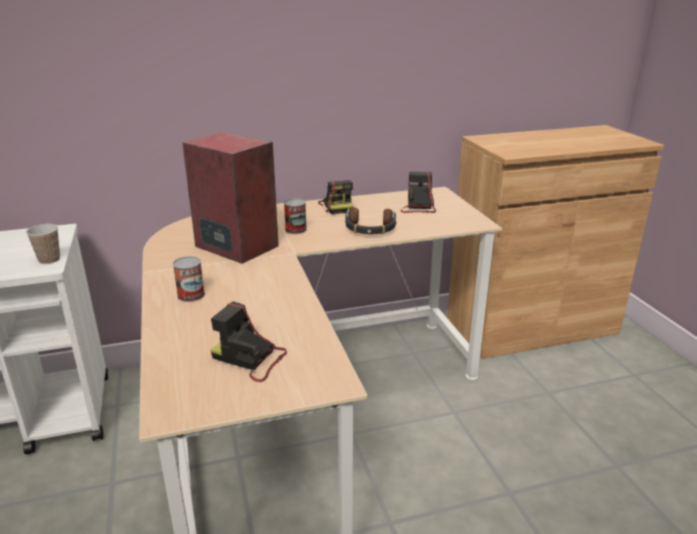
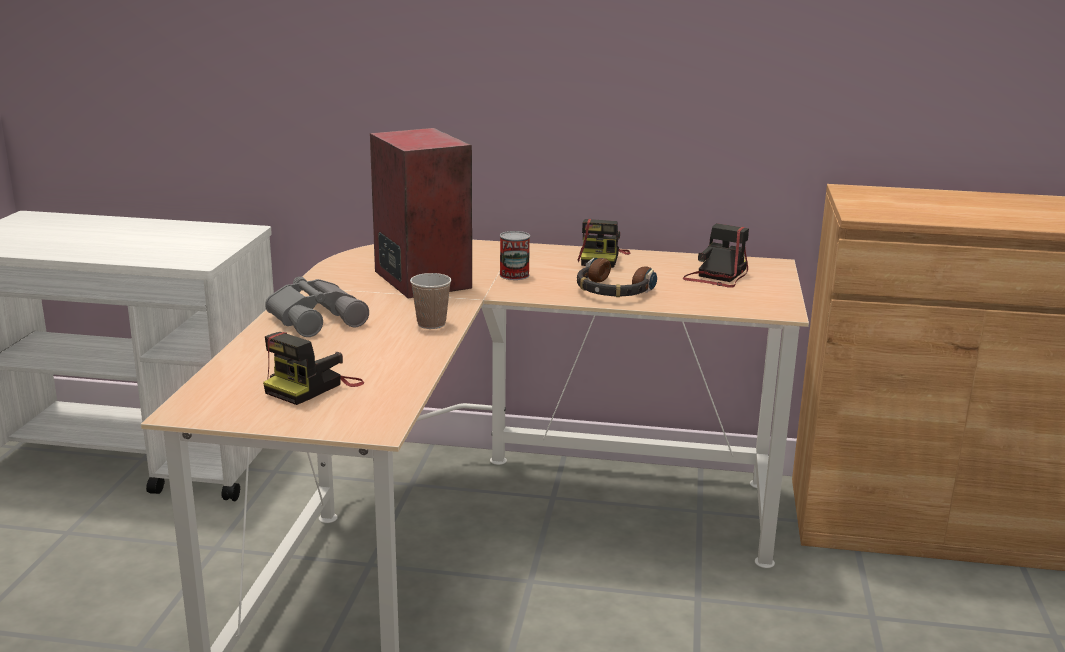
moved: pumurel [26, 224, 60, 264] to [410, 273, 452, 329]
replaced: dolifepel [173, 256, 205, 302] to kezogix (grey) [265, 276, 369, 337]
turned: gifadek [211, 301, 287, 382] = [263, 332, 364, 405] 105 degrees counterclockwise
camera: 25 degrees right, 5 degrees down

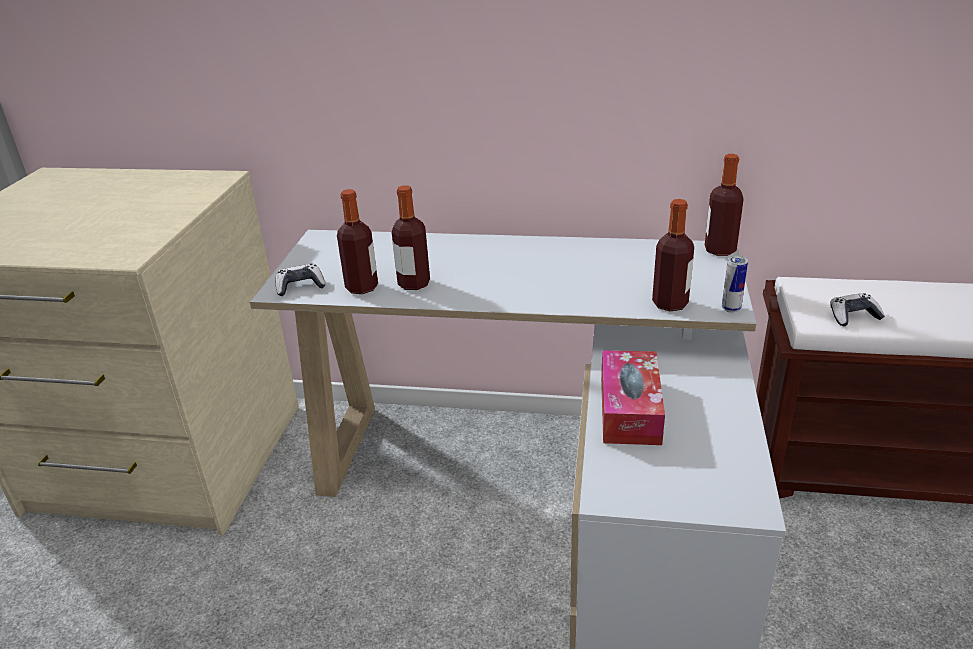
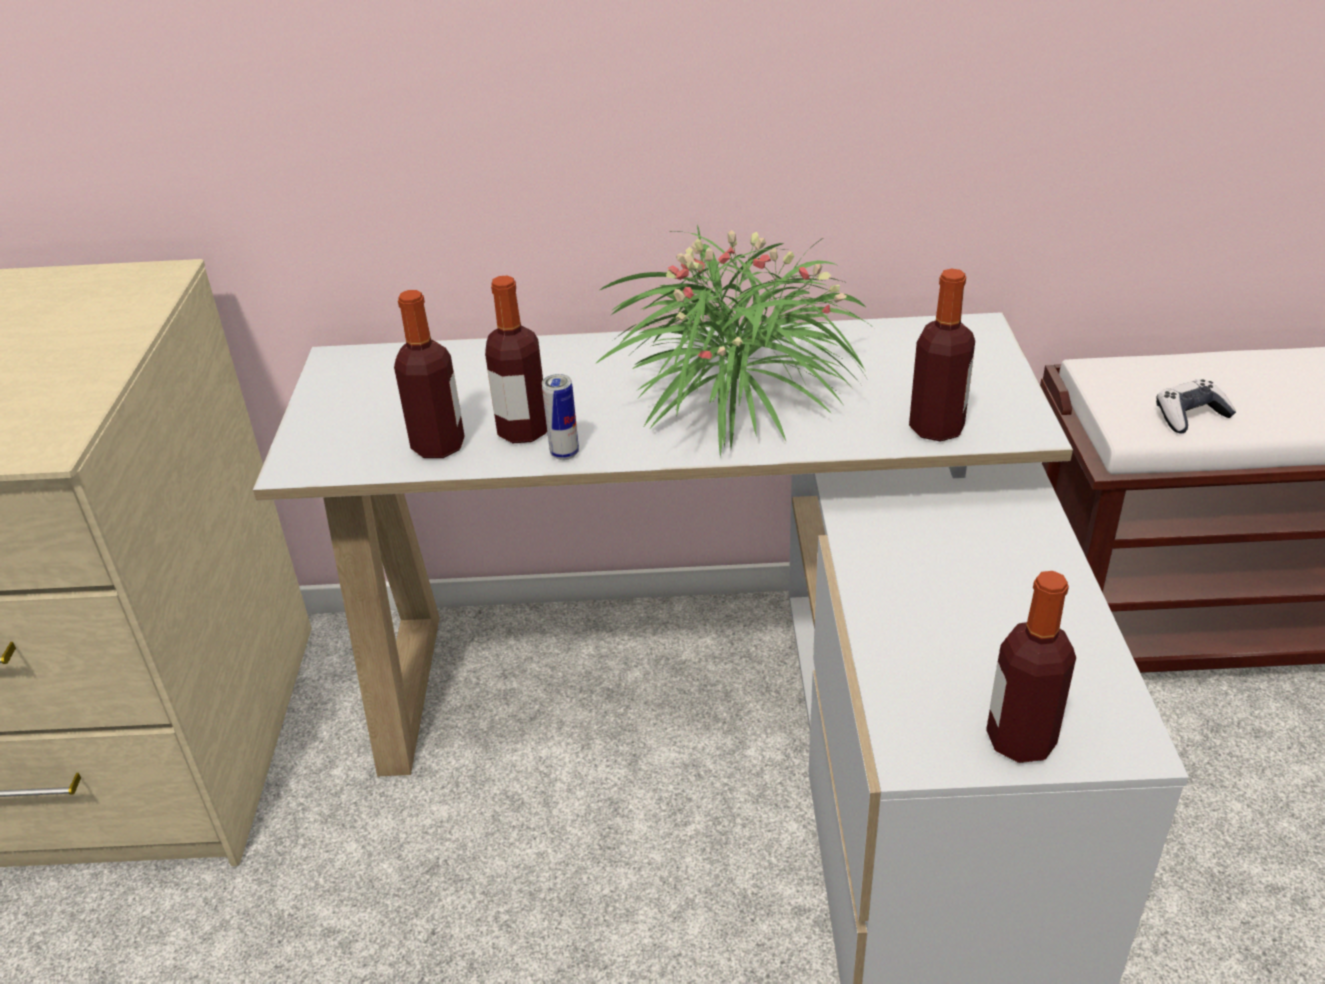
removed: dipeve [276, 264, 326, 296]; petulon [601, 350, 665, 445]
added: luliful [595, 225, 874, 458]
moved: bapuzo [705, 154, 744, 256] to [986, 571, 1076, 763]; dolifepel [722, 256, 748, 313] to [542, 374, 579, 460]
camera: 10 degrees left, 5 degrees up

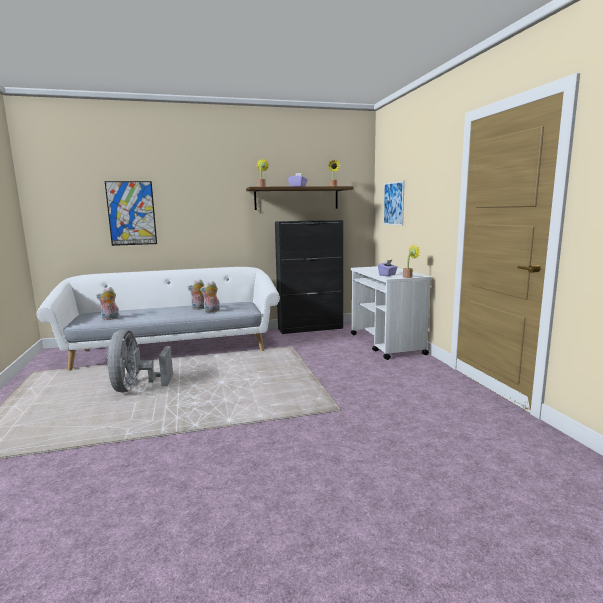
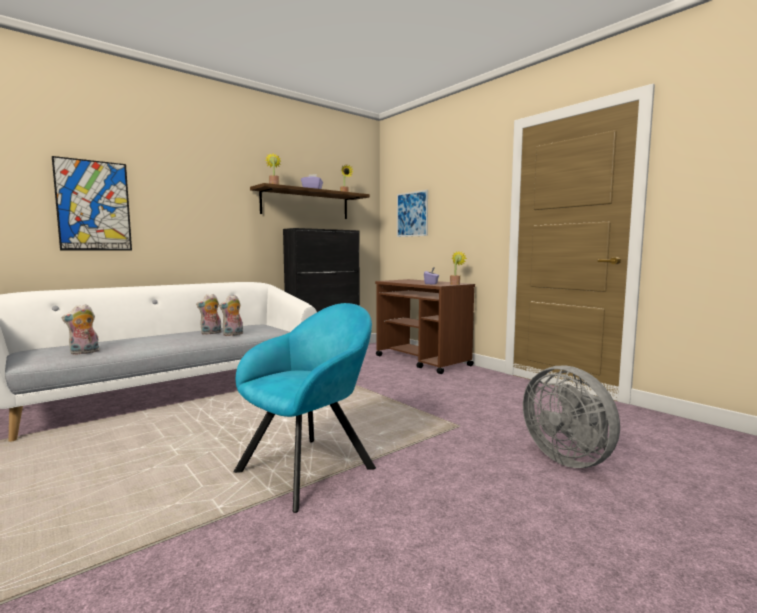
added: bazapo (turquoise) [234, 303, 376, 513]
moved: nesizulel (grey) [107, 329, 173, 392] to [523, 366, 620, 468]
recoloured: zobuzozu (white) [351, 266, 432, 360] to zobuzozu (brown) [375, 279, 475, 374]
camera: 25 degrees left, 5 degrees down

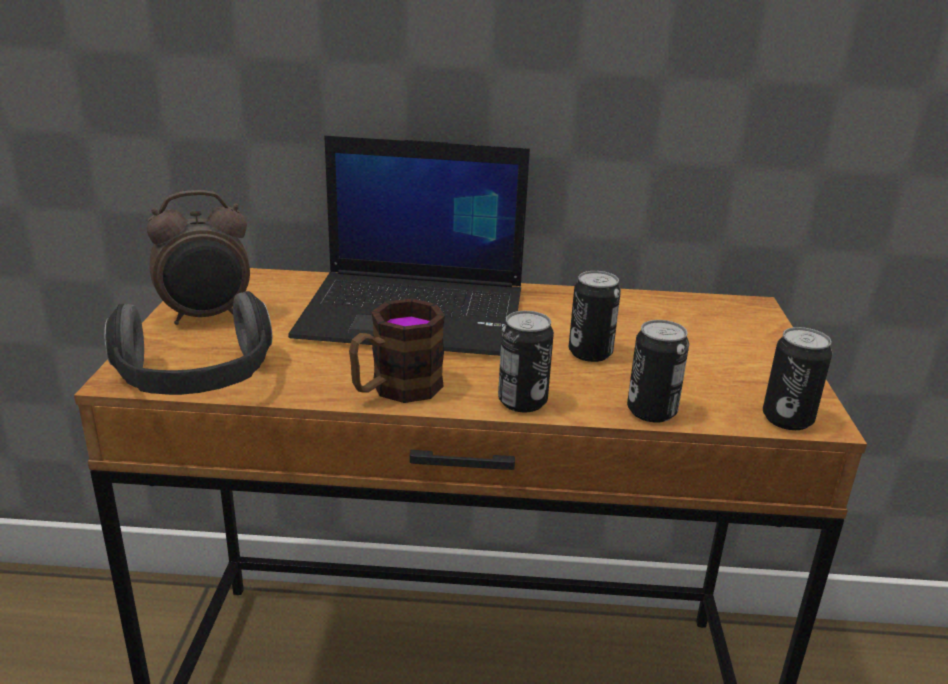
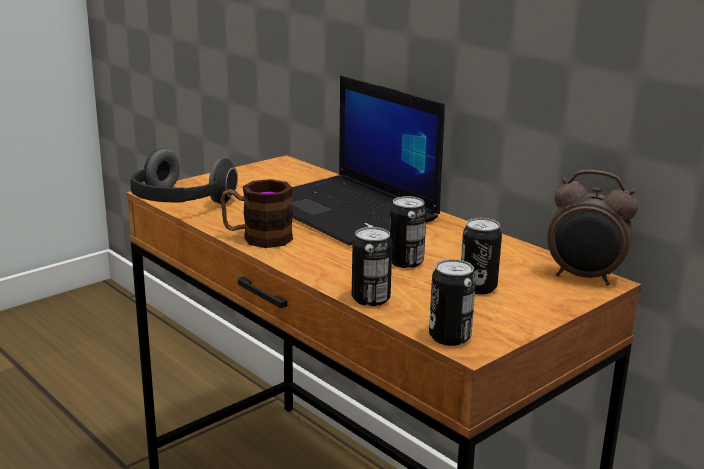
moved: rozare [147, 190, 250, 325] to [547, 170, 638, 285]; dolifepel [498, 311, 554, 412] to [461, 218, 502, 294]
camera: 45 degrees right, 5 degrees down

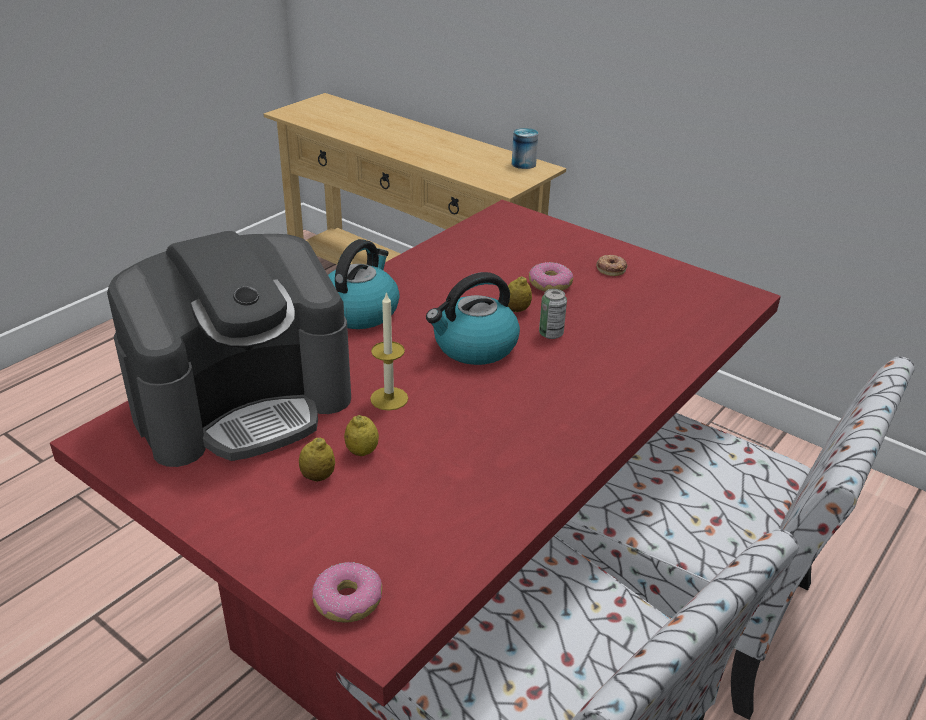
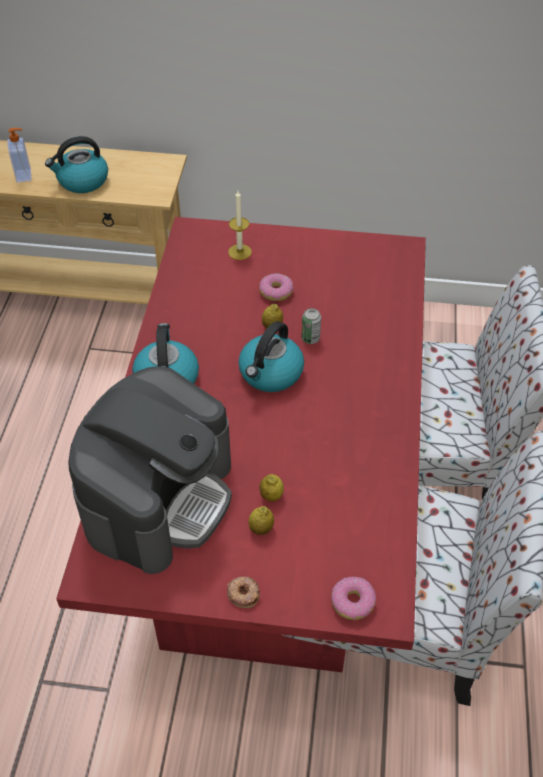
removed: dolifepel [512, 128, 538, 169]
added: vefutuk [7, 128, 31, 183]; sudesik [45, 136, 108, 193]
moved: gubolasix [596, 255, 628, 276] to [227, 576, 260, 608]; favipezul [370, 292, 408, 411] to [228, 191, 252, 260]
camera: 30 degrees left, 15 degrees up

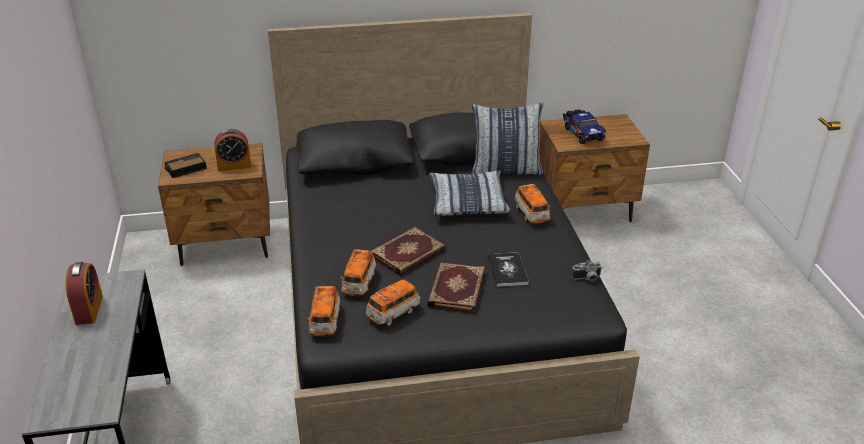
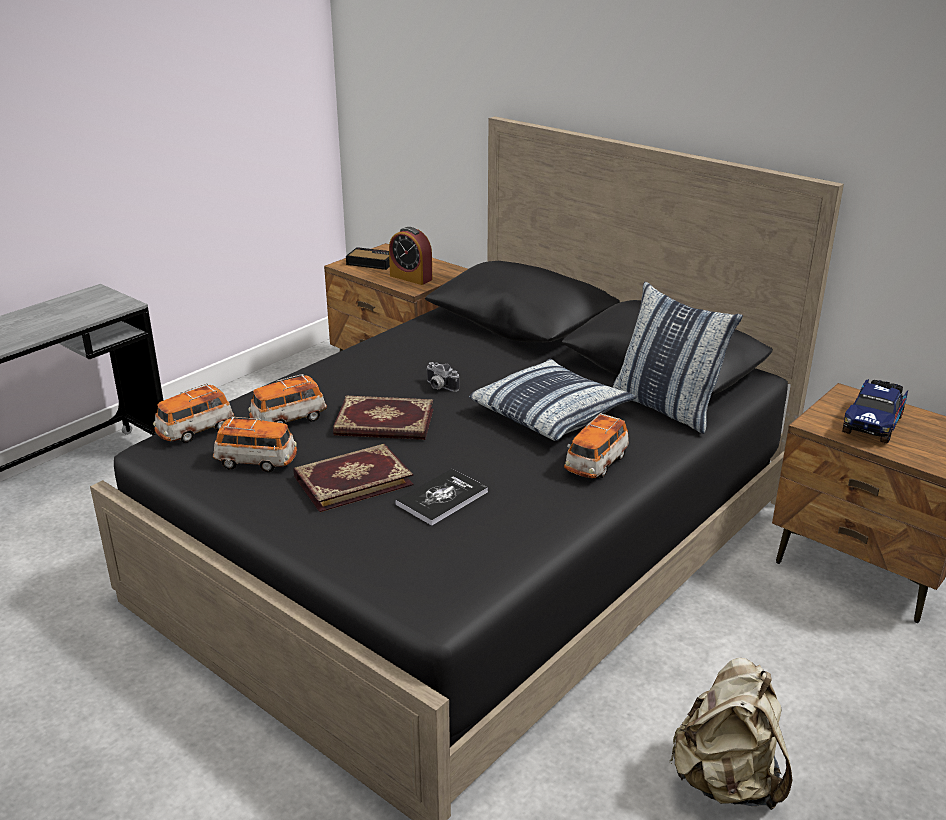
removed: rozare [66, 262, 103, 325]
added: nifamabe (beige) [670, 658, 792, 810]
moved: gifadek [572, 260, 602, 281] to [426, 362, 459, 392]
camera: 50 degrees right, 5 degrees down

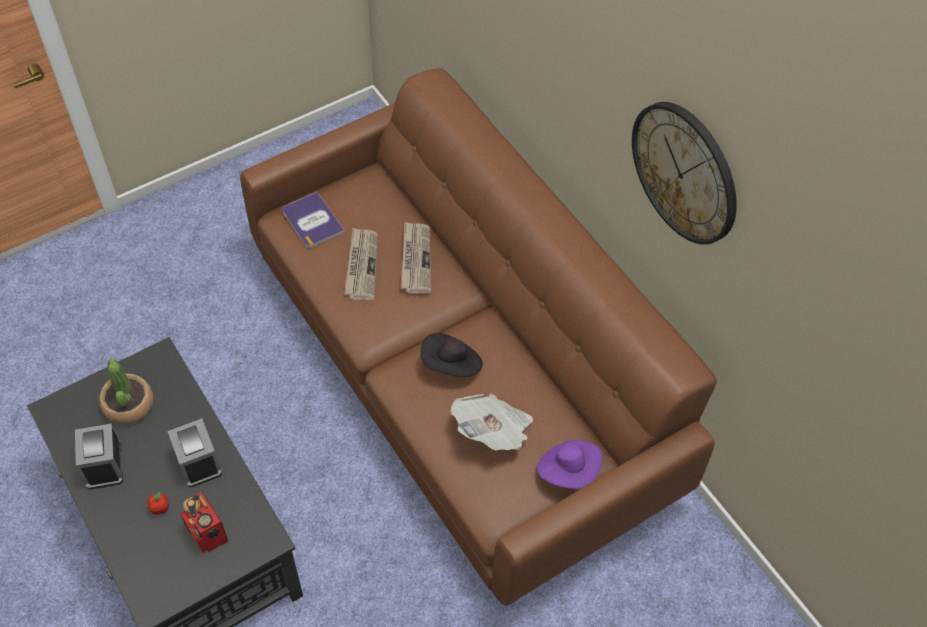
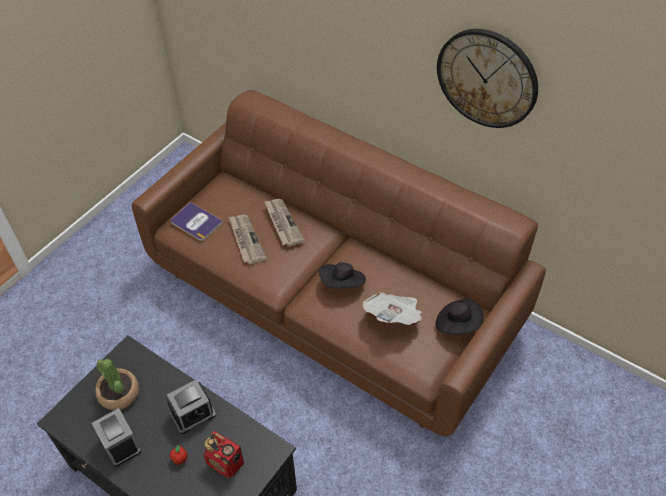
recoloured: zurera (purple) [537, 440, 603, 489] to zurera (black) [436, 299, 484, 334]
turned: rozare [167, 418, 222, 488] = [166, 380, 216, 434] 75 degrees counterclockwise
camera: 20 degrees left, 5 degrees down

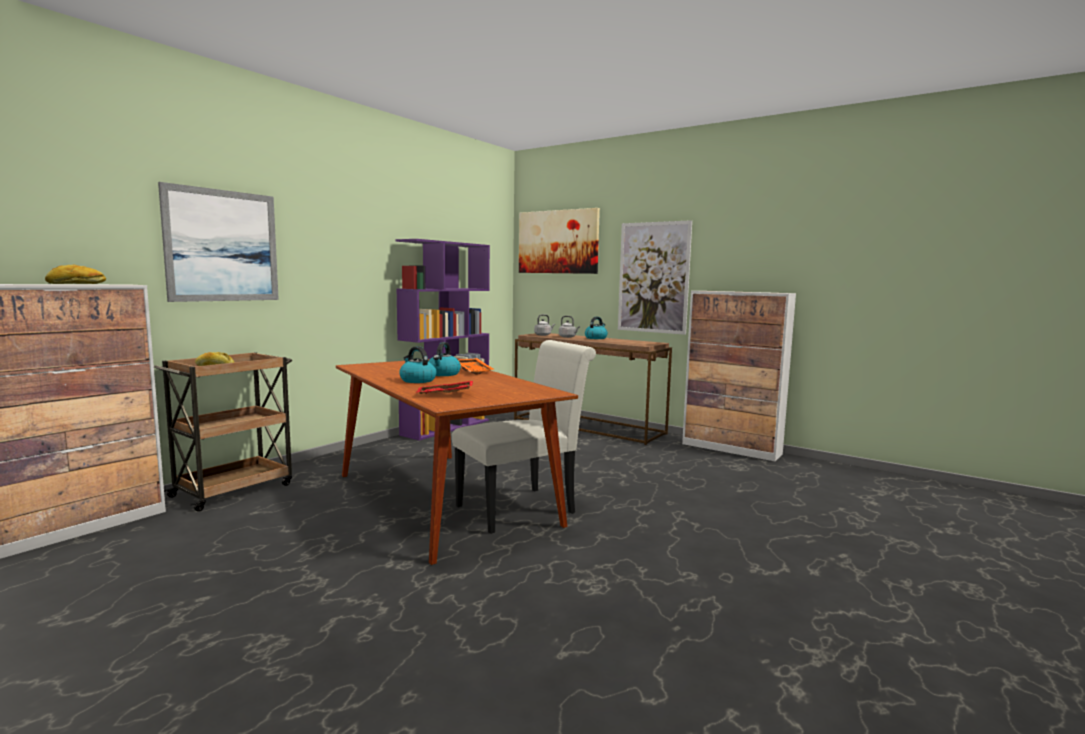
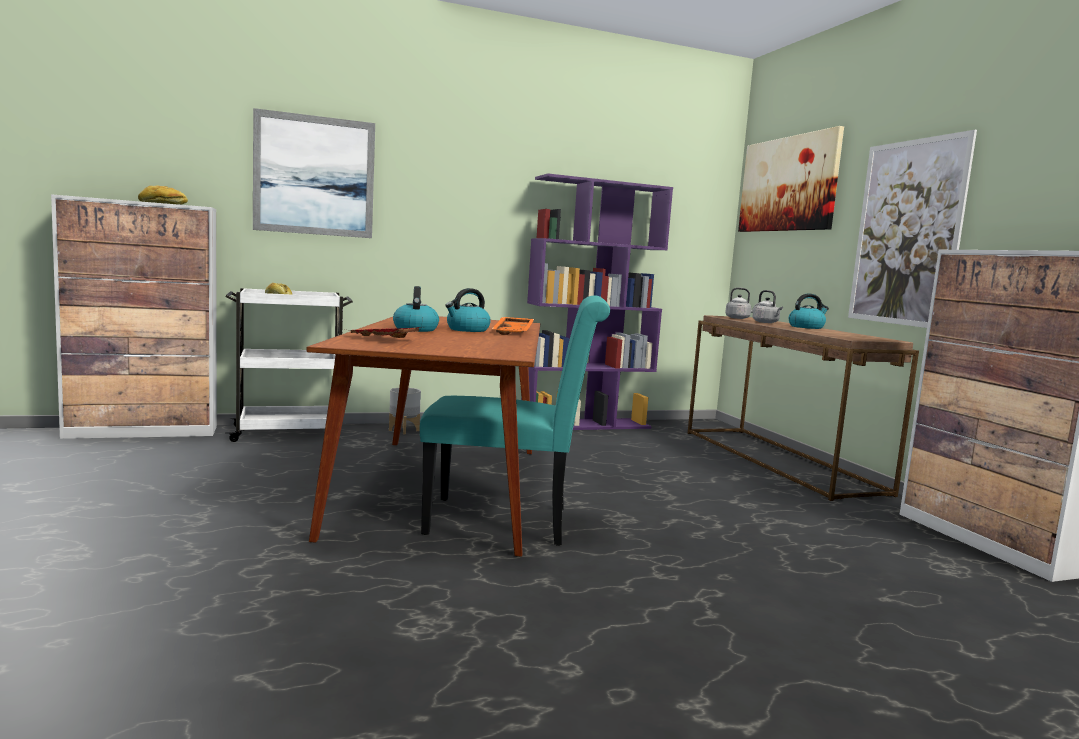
added: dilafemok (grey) [389, 388, 421, 435]
recoloured: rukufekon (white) [452, 340, 596, 534] to rukufekon (turquoise) [420, 296, 610, 546]; zobuzozu (brown) [154, 352, 292, 512] to zobuzozu (white) [225, 288, 353, 442]
camera: 35 degrees right, 0 degrees up

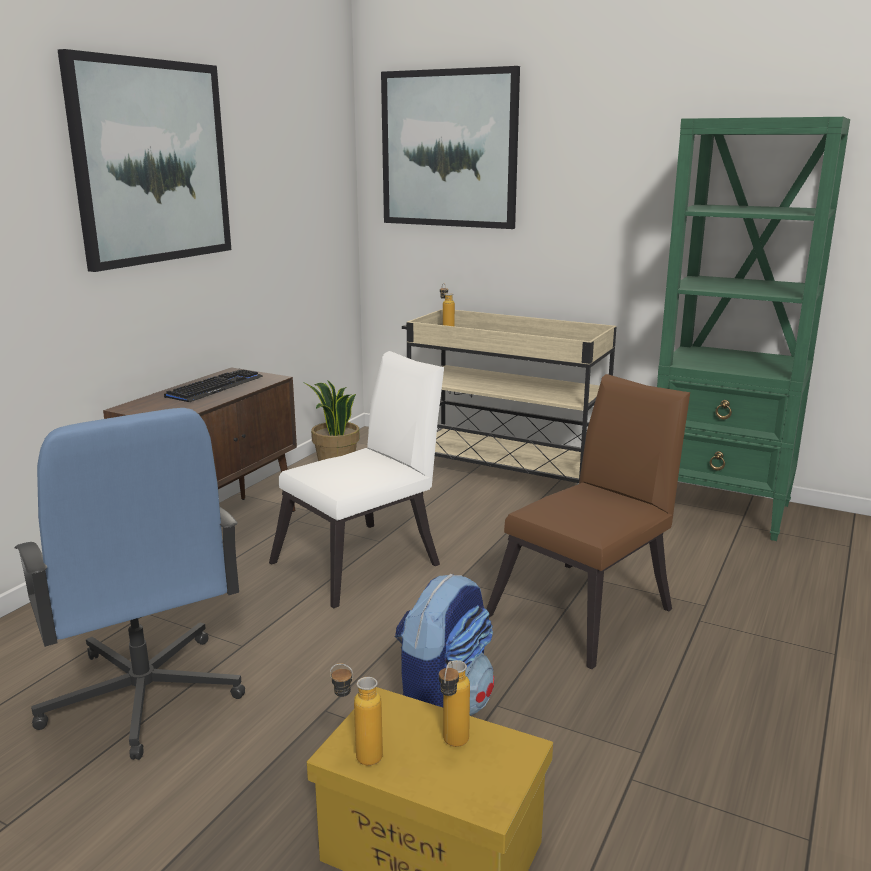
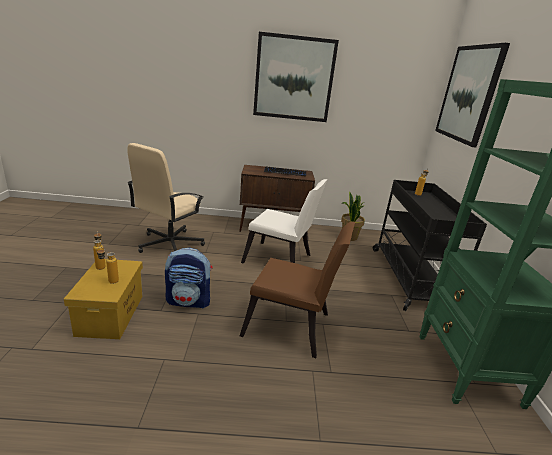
recoloured: zobuzozu (beige) [402, 309, 616, 485] to zobuzozu (black) [373, 180, 487, 311]; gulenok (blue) [15, 408, 245, 760] to gulenok (beige) [127, 143, 205, 253]
camera: 60 degrees right, 5 degrees up

